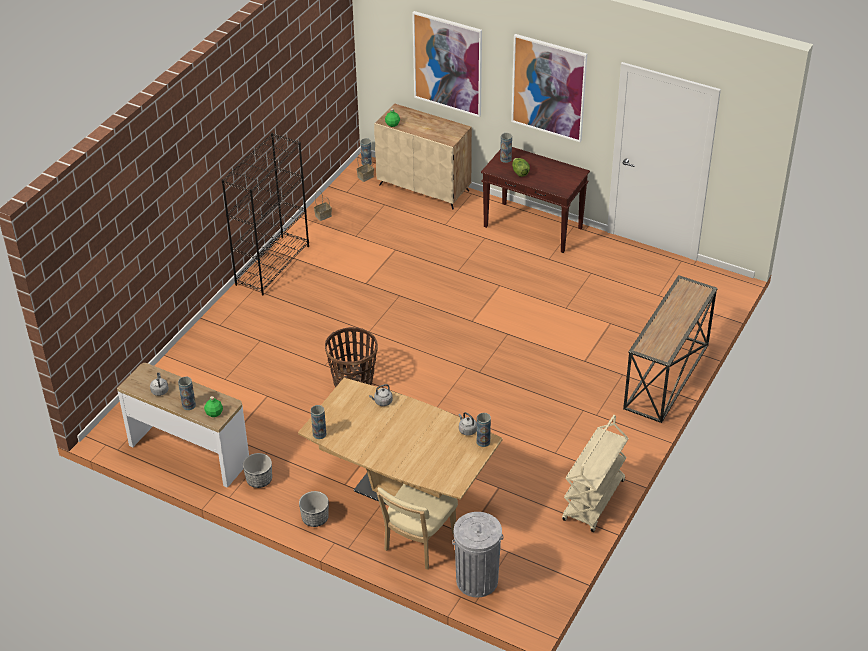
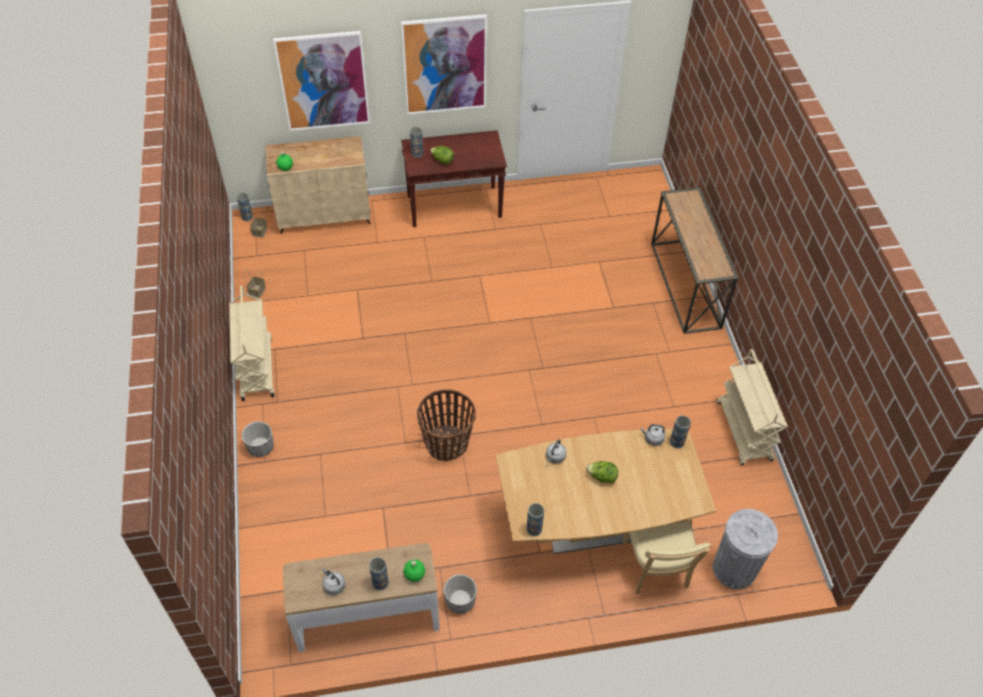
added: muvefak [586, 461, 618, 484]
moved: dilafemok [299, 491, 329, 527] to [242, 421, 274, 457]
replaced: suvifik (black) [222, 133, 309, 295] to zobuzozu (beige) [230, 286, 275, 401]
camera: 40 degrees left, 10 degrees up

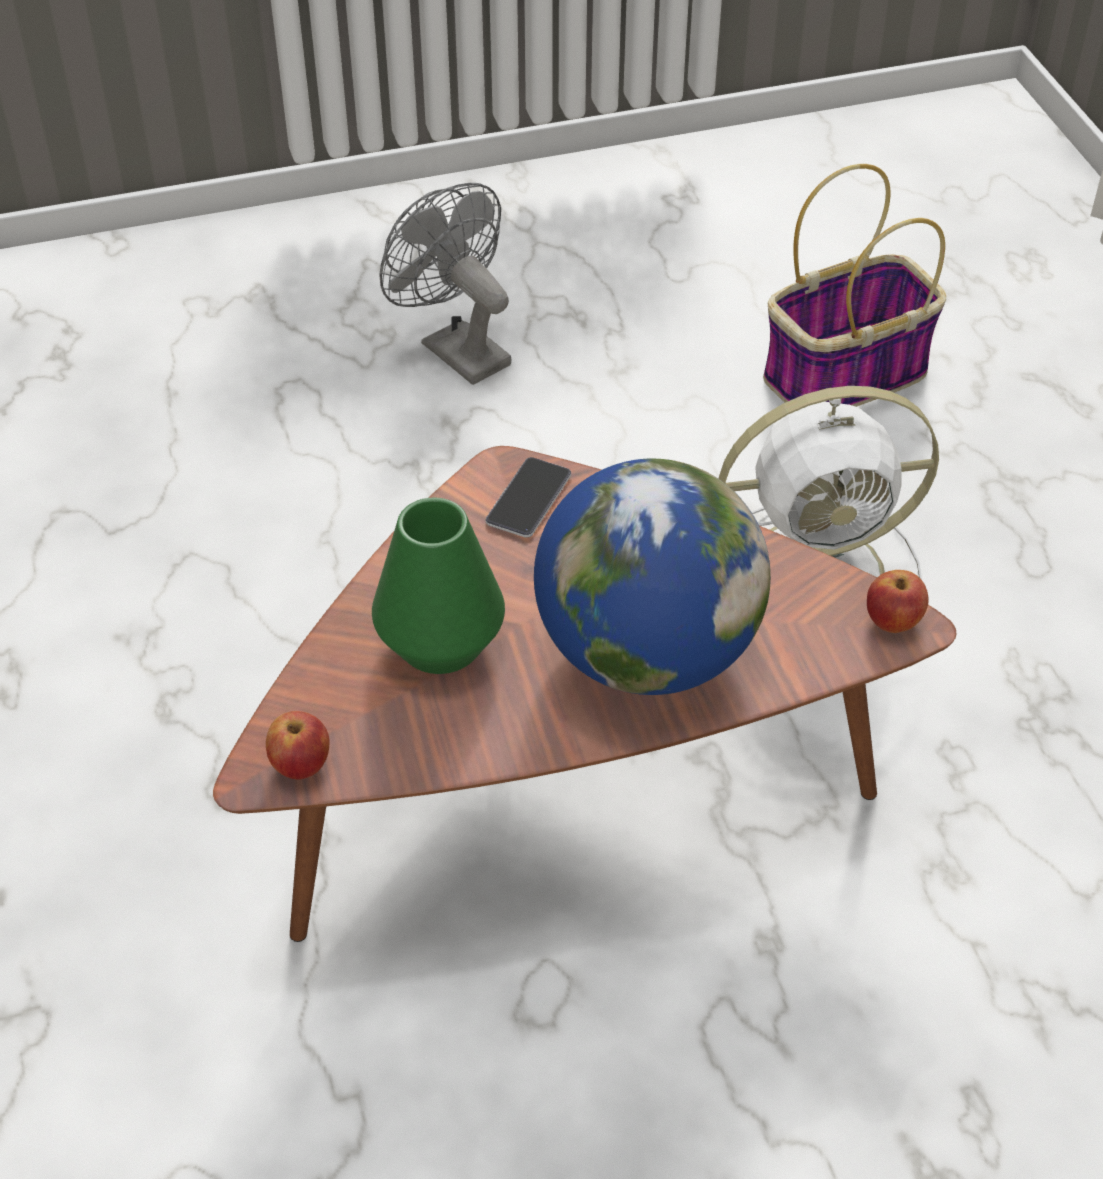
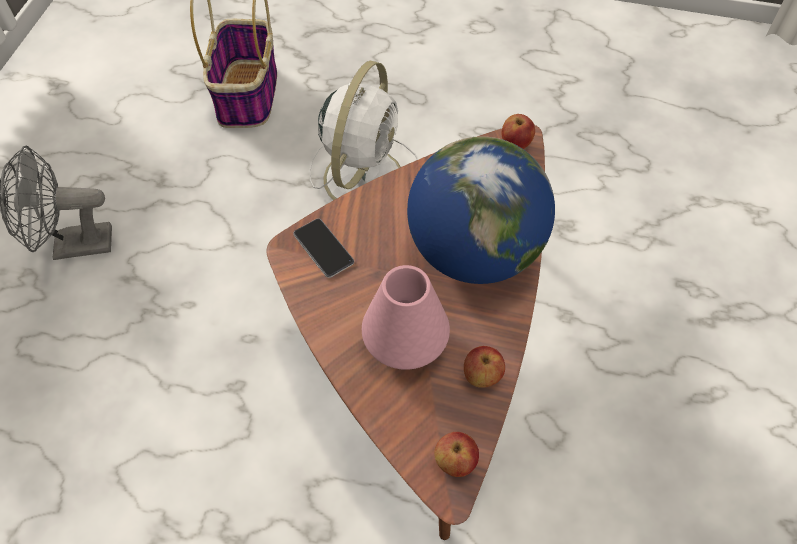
added: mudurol [464, 346, 505, 388]
recoloured: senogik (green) [372, 498, 505, 674] to senogik (pink) [362, 265, 450, 370]
camera: 60 degrees left, 10 degrees up

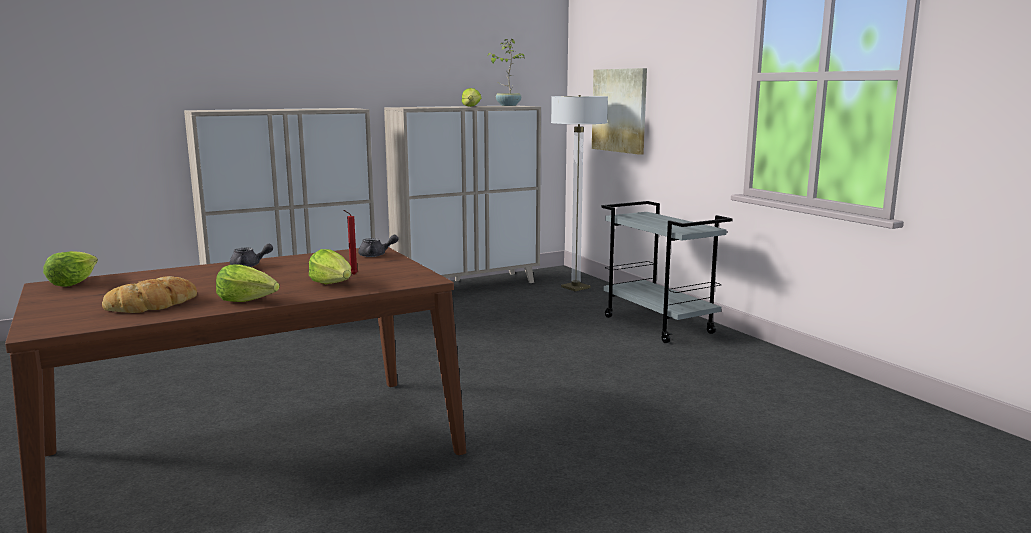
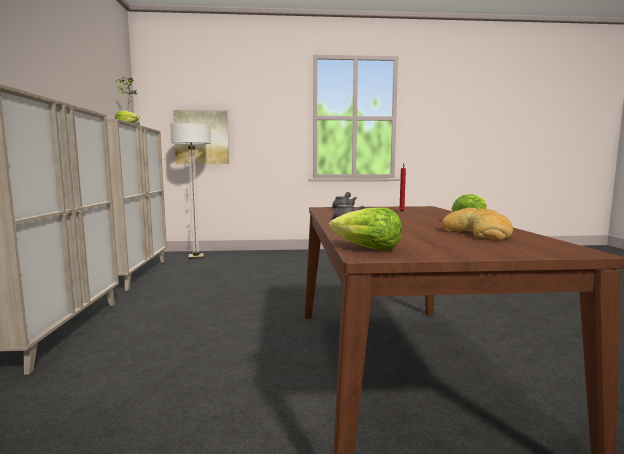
removed: zobuzozu (grey) [601, 201, 733, 343]; muvefak [309, 249, 351, 284]
camera: 65 degrees left, 5 degrees down

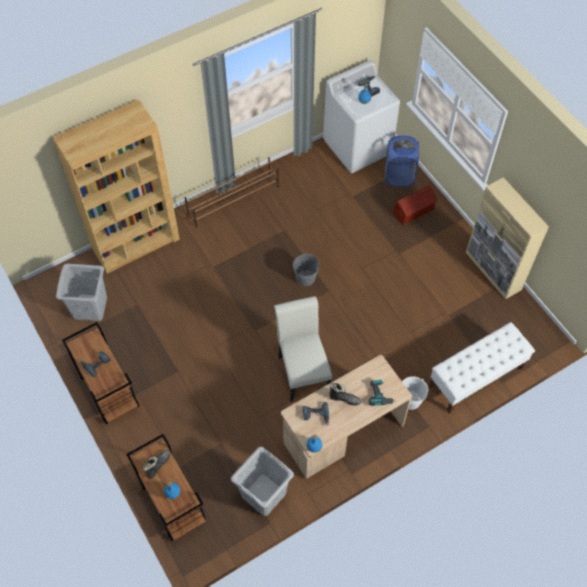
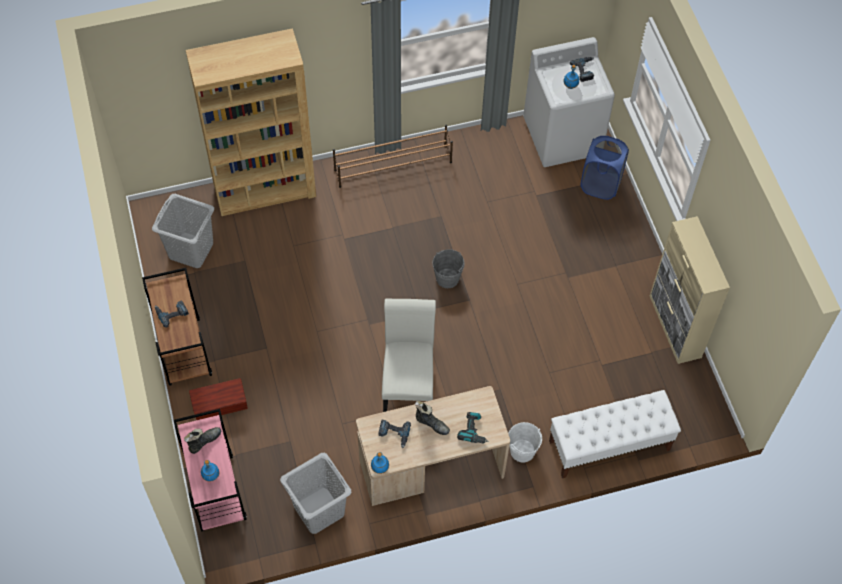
moved: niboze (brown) [393, 185, 438, 225] to [189, 378, 248, 420]
recoloured: zobuzozu (brown) [126, 434, 206, 541] to zobuzozu (pink) [174, 409, 247, 531]
camera: 15 degrees right, 0 degrees up

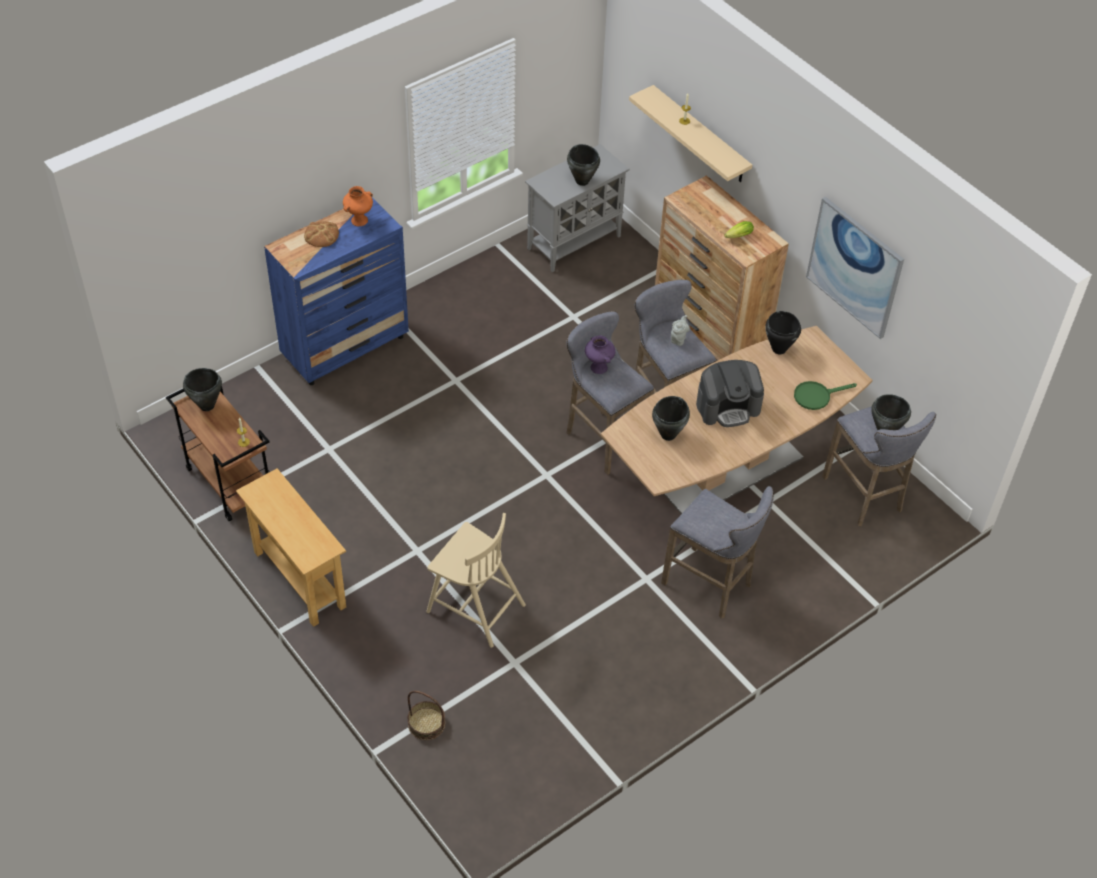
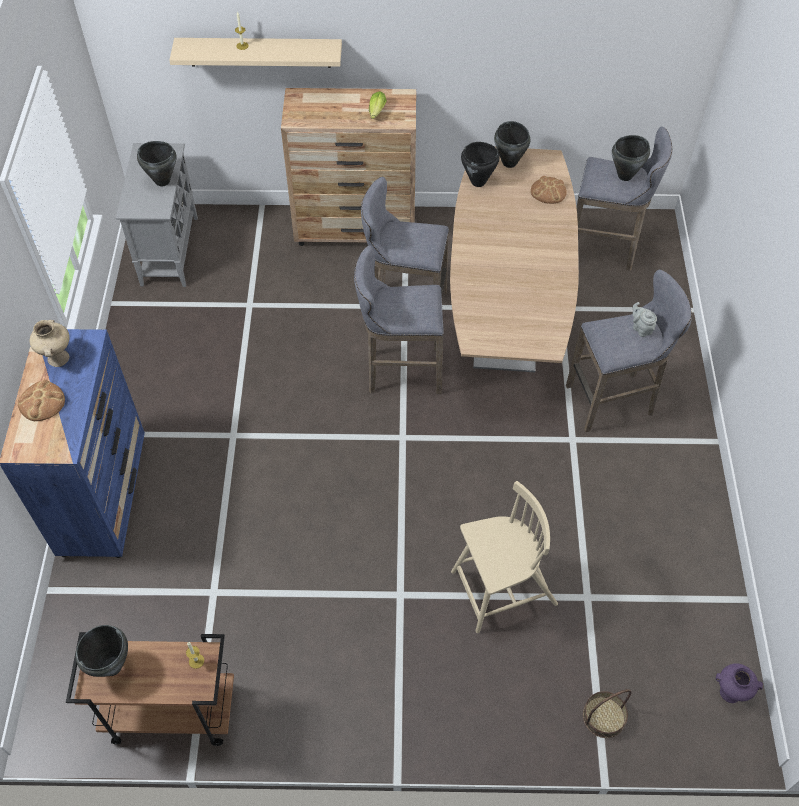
removed: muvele [806, 197, 904, 339]; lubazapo [696, 360, 764, 427]; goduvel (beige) [236, 469, 346, 627]
moved: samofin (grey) [671, 315, 690, 346] to [632, 302, 657, 337]; senogik (purple) [585, 335, 615, 374] to [716, 663, 763, 703]; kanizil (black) [652, 396, 690, 441] to [494, 121, 531, 168]
replaced: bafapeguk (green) [794, 381, 857, 410] to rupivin [531, 176, 567, 204]
recoloured: senogik (orange) [343, 186, 373, 226] to senogik (beige) [29, 320, 70, 367]
camera: 50 degrees left, 5 degrees up

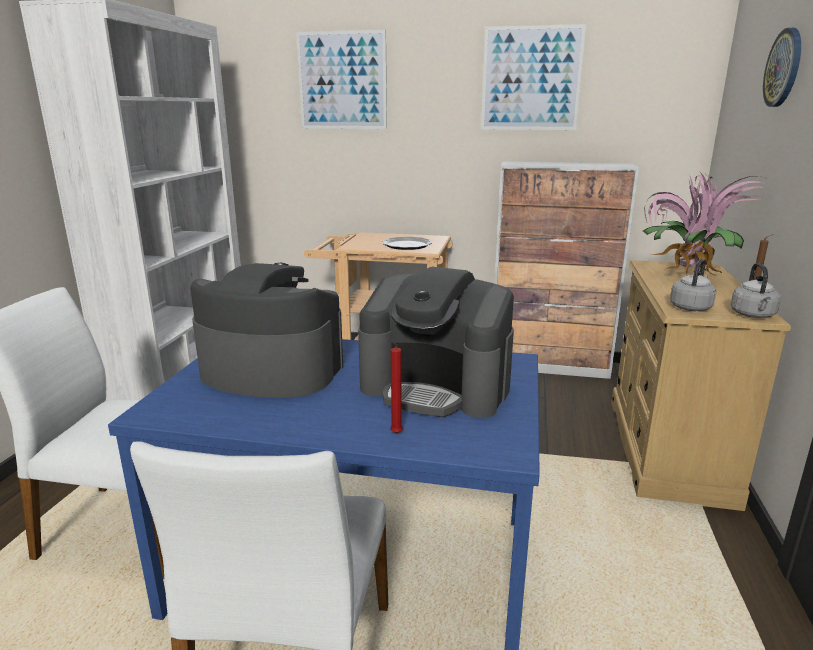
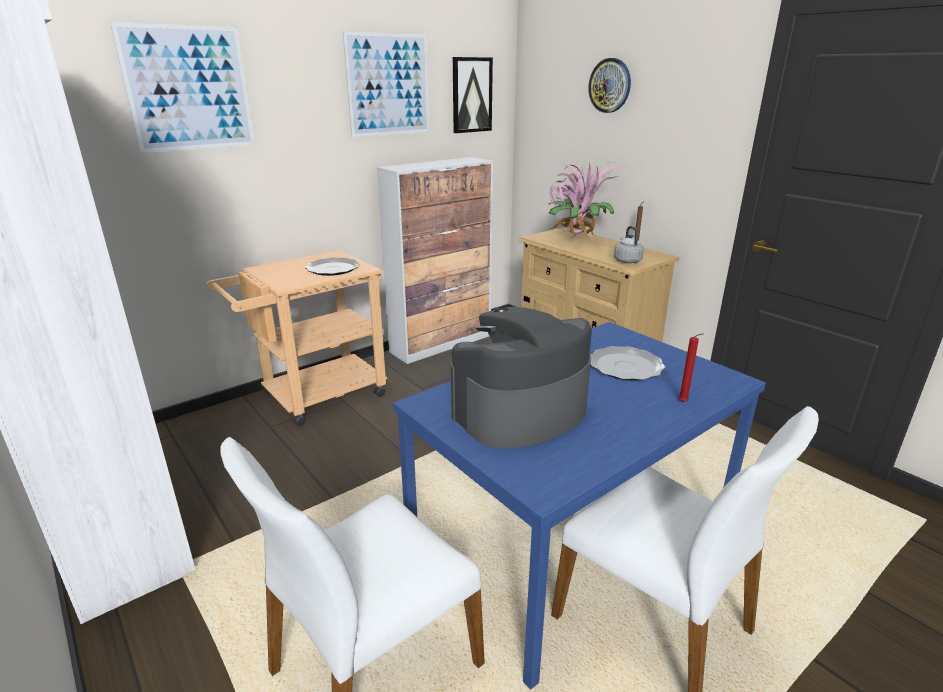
removed: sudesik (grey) [731, 263, 781, 318]
added: muvele [453, 57, 493, 133]
replaced: lubazapo [358, 267, 514, 418] to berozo [590, 346, 665, 381]
camera: 50 degrees left, 5 degrees up

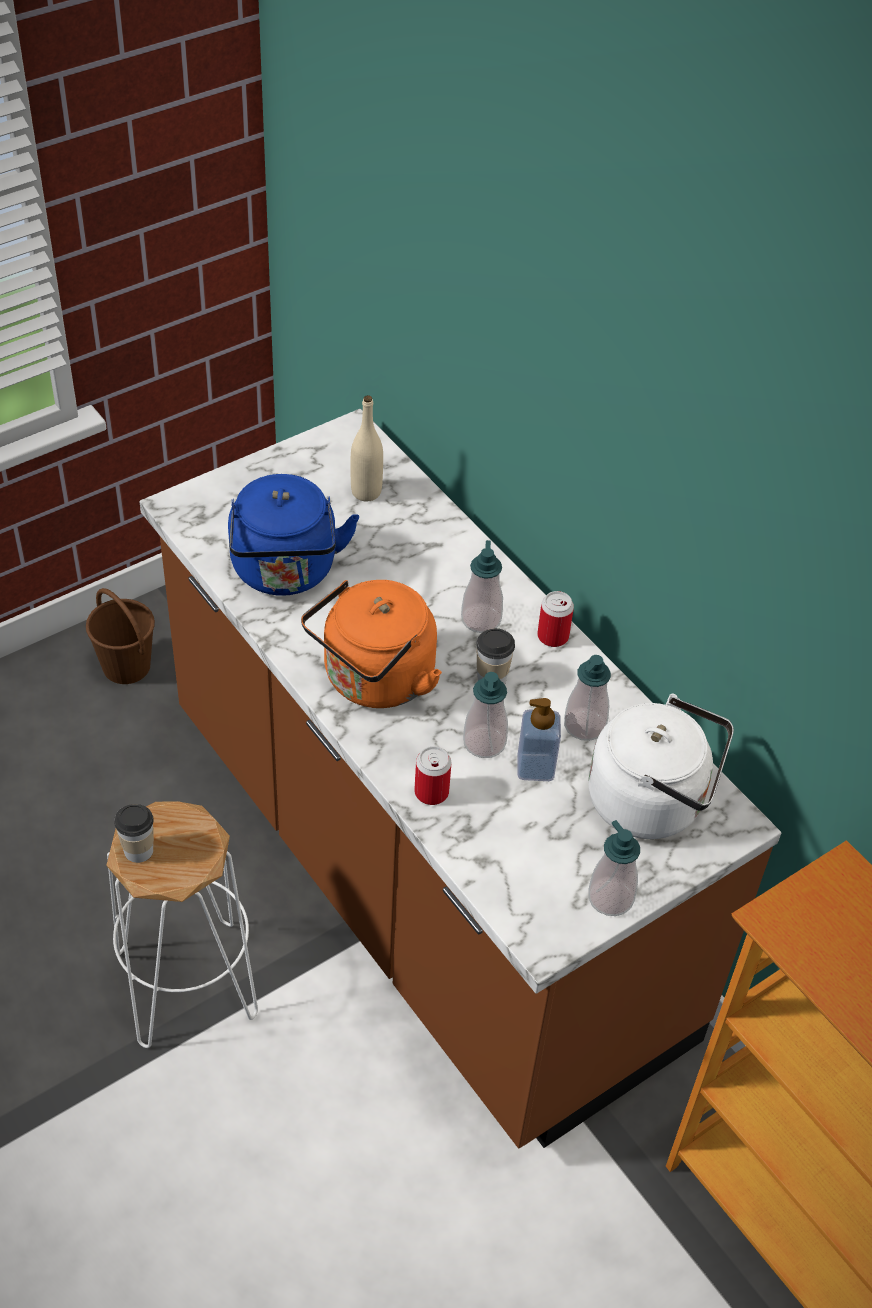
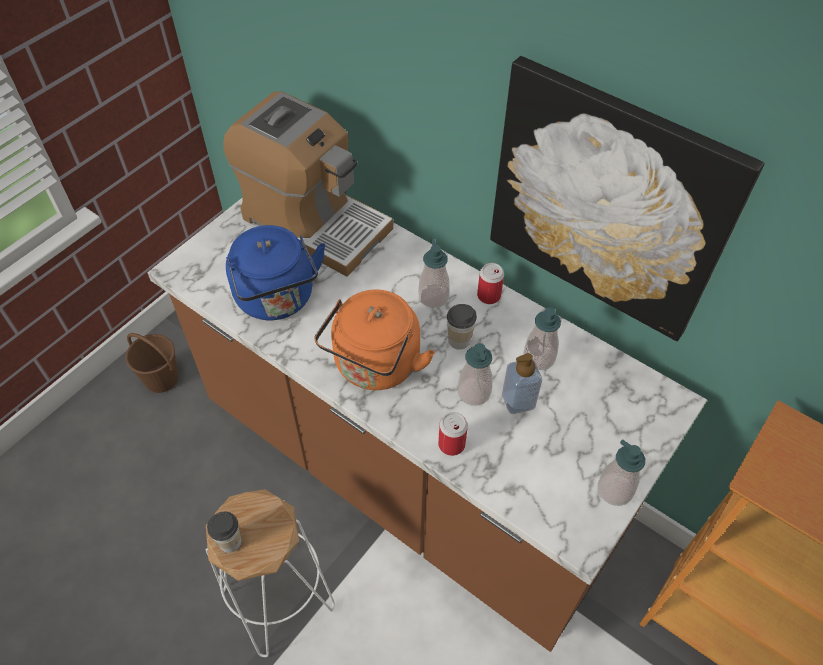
removed: sudesik (white) [588, 694, 734, 839]
added: muvele [490, 56, 765, 341]
replaced: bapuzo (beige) [351, 395, 383, 501] to lubazapo [224, 91, 393, 277]
camera: 15 degrees left, 5 degrees up

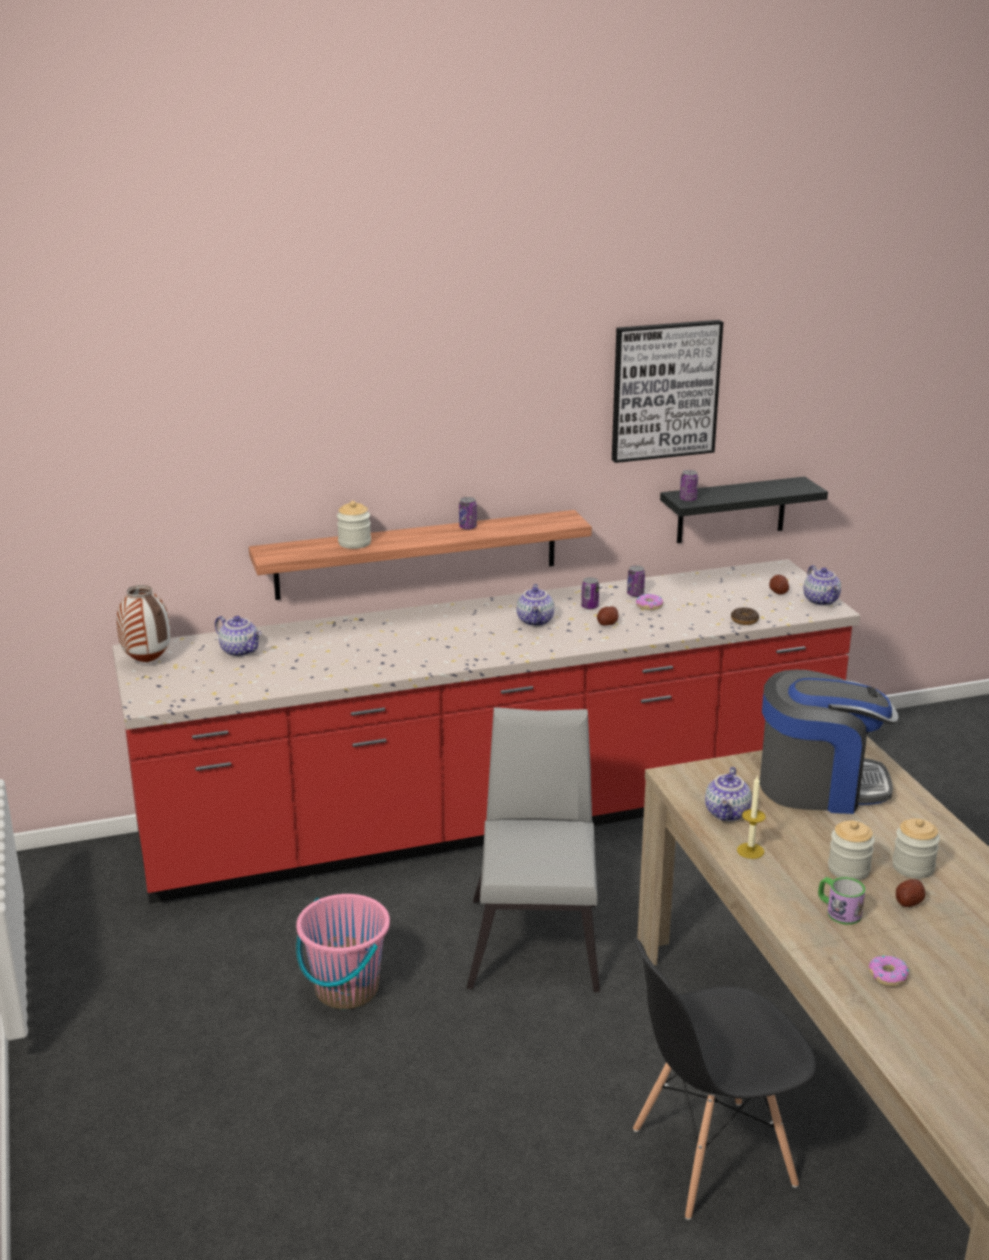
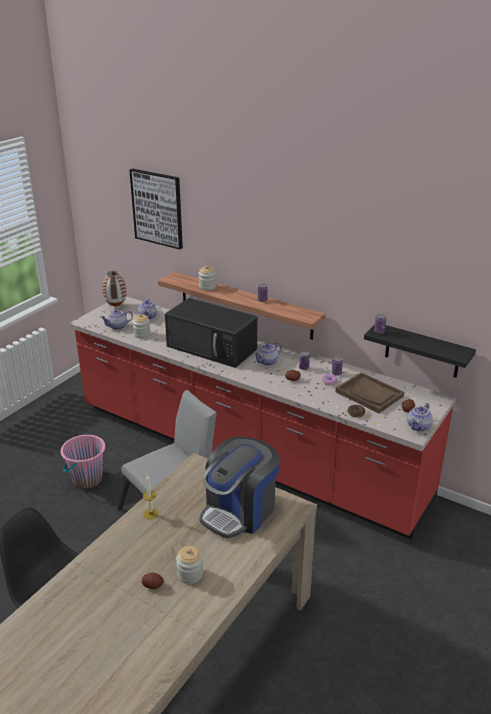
removed: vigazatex [818, 877, 865, 925]; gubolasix [869, 956, 909, 987]
added: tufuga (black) [165, 298, 258, 368]; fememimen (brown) [335, 372, 404, 414]
moved: muvele [612, 320, 723, 463] to [129, 169, 183, 250]; samofin [705, 767, 752, 821] to [100, 309, 133, 330]; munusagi [828, 821, 875, 880] to [132, 314, 151, 338]
turned: lubazapo [760, 670, 899, 814] = [199, 436, 280, 539] 75 degrees clockwise
camera: 50 degrees right, 5 degrees up

